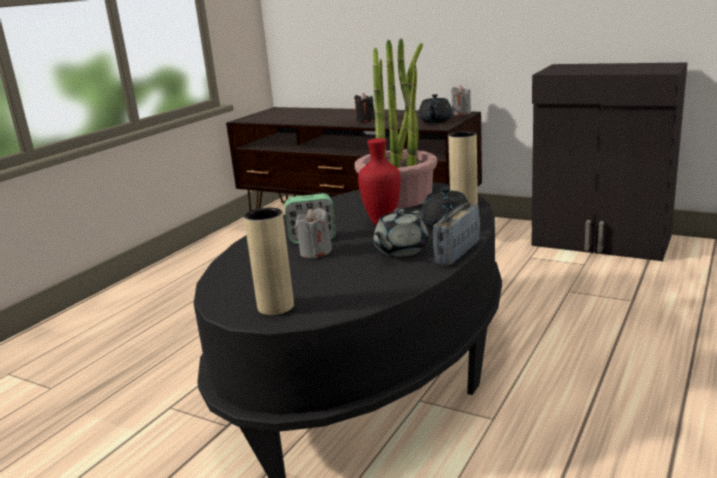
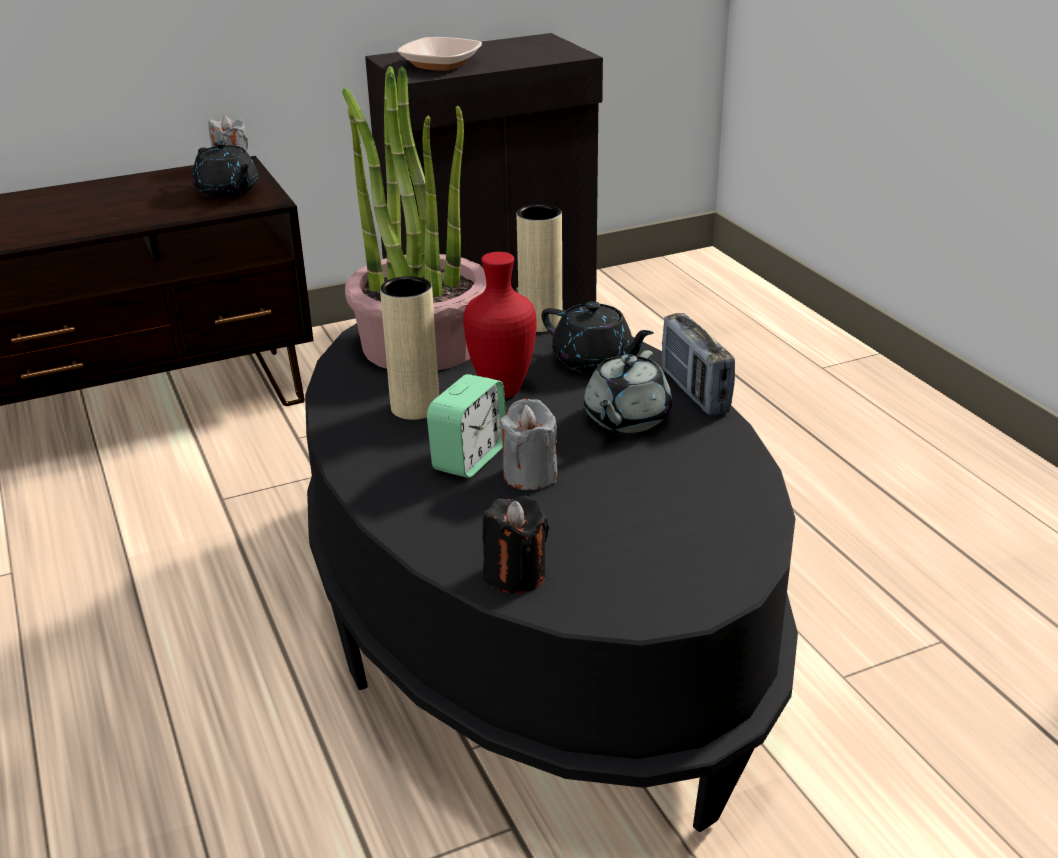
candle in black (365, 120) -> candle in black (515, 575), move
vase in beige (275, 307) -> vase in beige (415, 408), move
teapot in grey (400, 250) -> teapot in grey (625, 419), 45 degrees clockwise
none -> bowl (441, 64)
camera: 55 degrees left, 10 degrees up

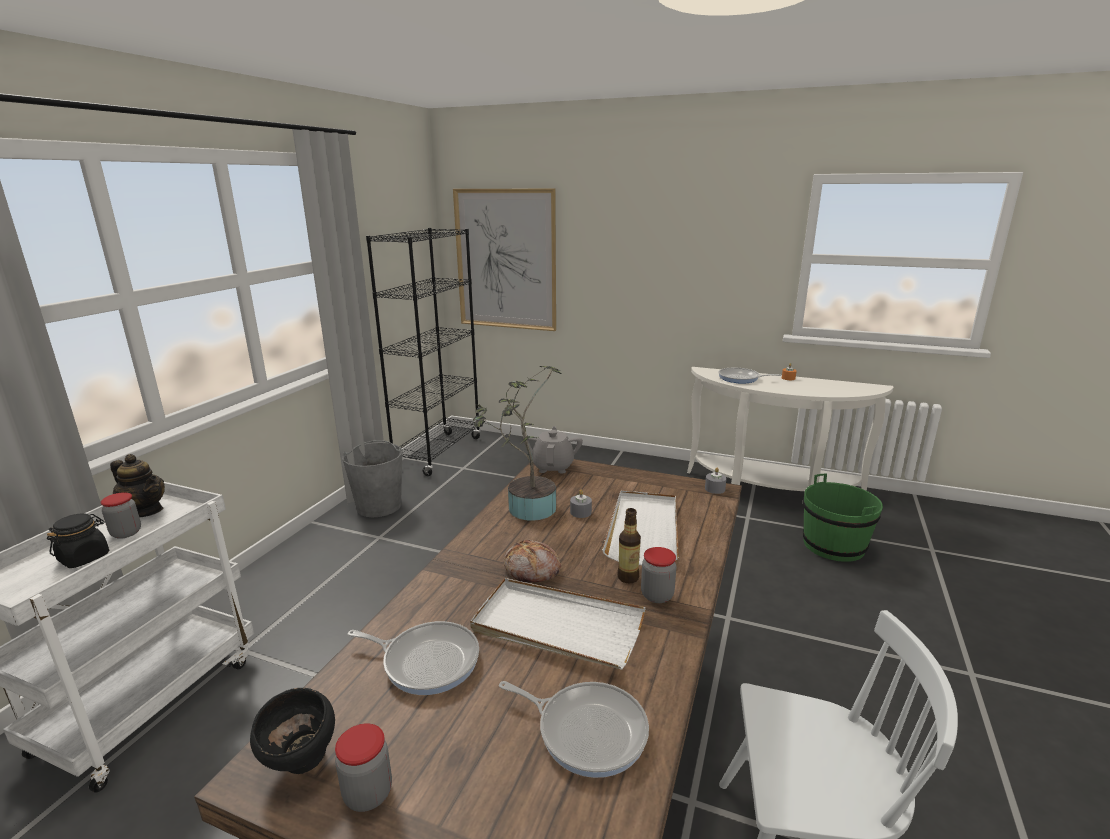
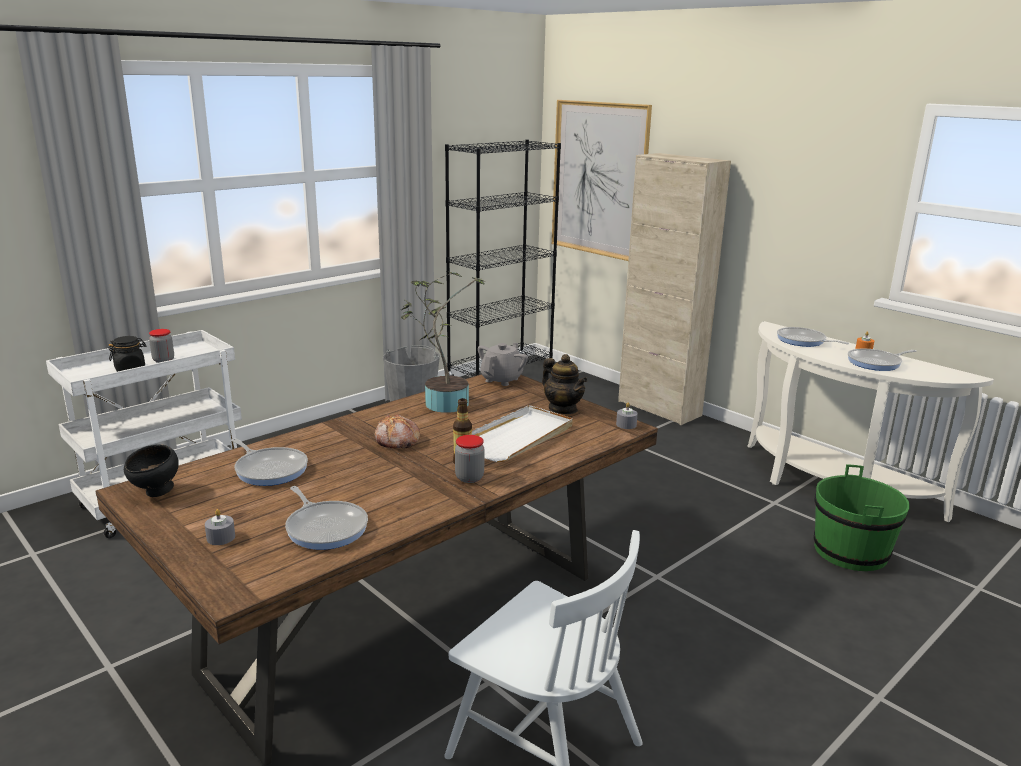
teapot (145, 511) -> teapot (563, 409), move
candle in grey (580, 512) -> candle in grey (221, 537), move
tray in white (557, 627) -> none
jar (368, 794) -> none
none -> cabinet in beige (659, 408)
none -> frying pan (876, 363)
camera: 25 degrees right, 0 degrees up

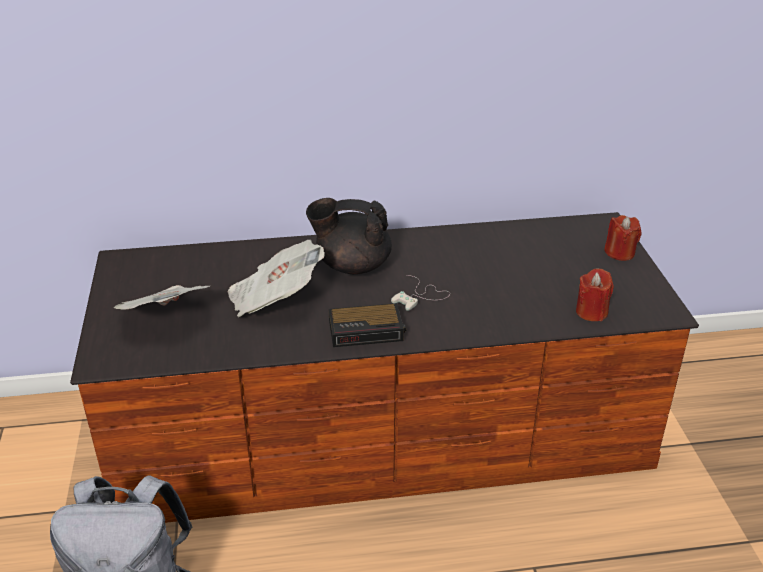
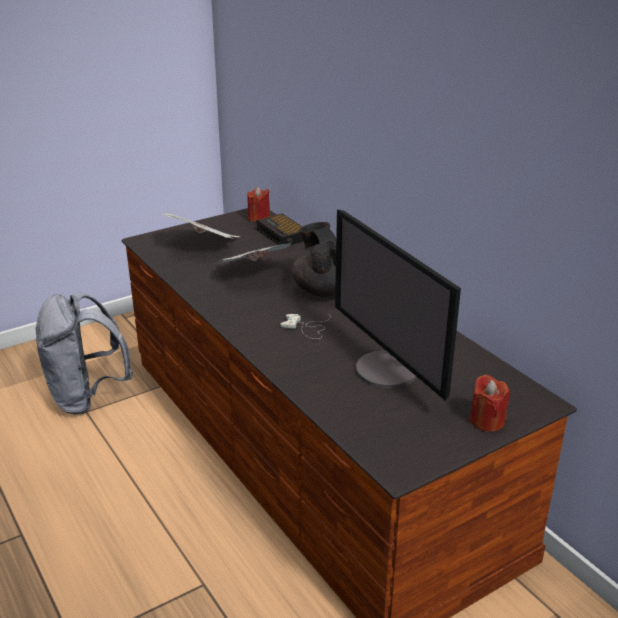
candle in red (591, 312) -> candle in red (259, 218), move
alarm clock (367, 330) -> alarm clock (282, 235), move
none -> monitor (389, 370)
camera: 65 degrees right, 5 degrees down

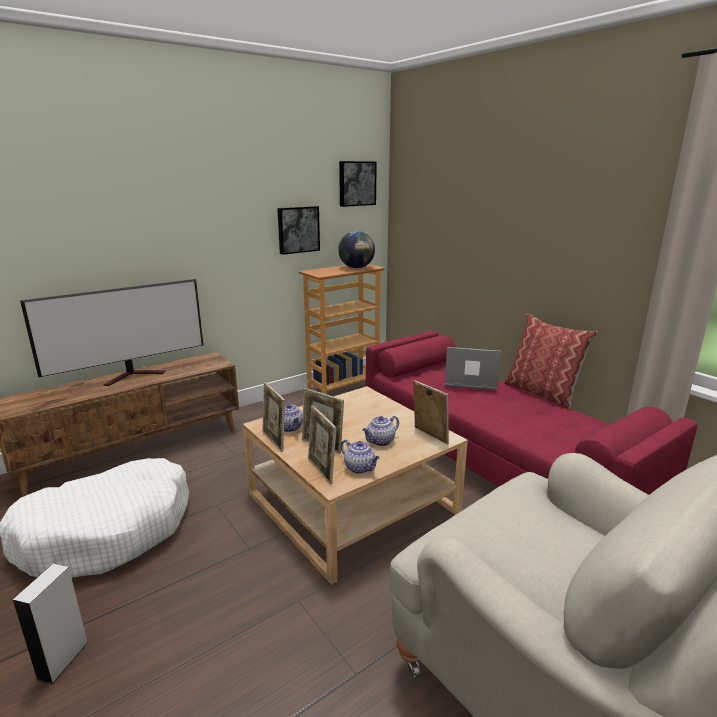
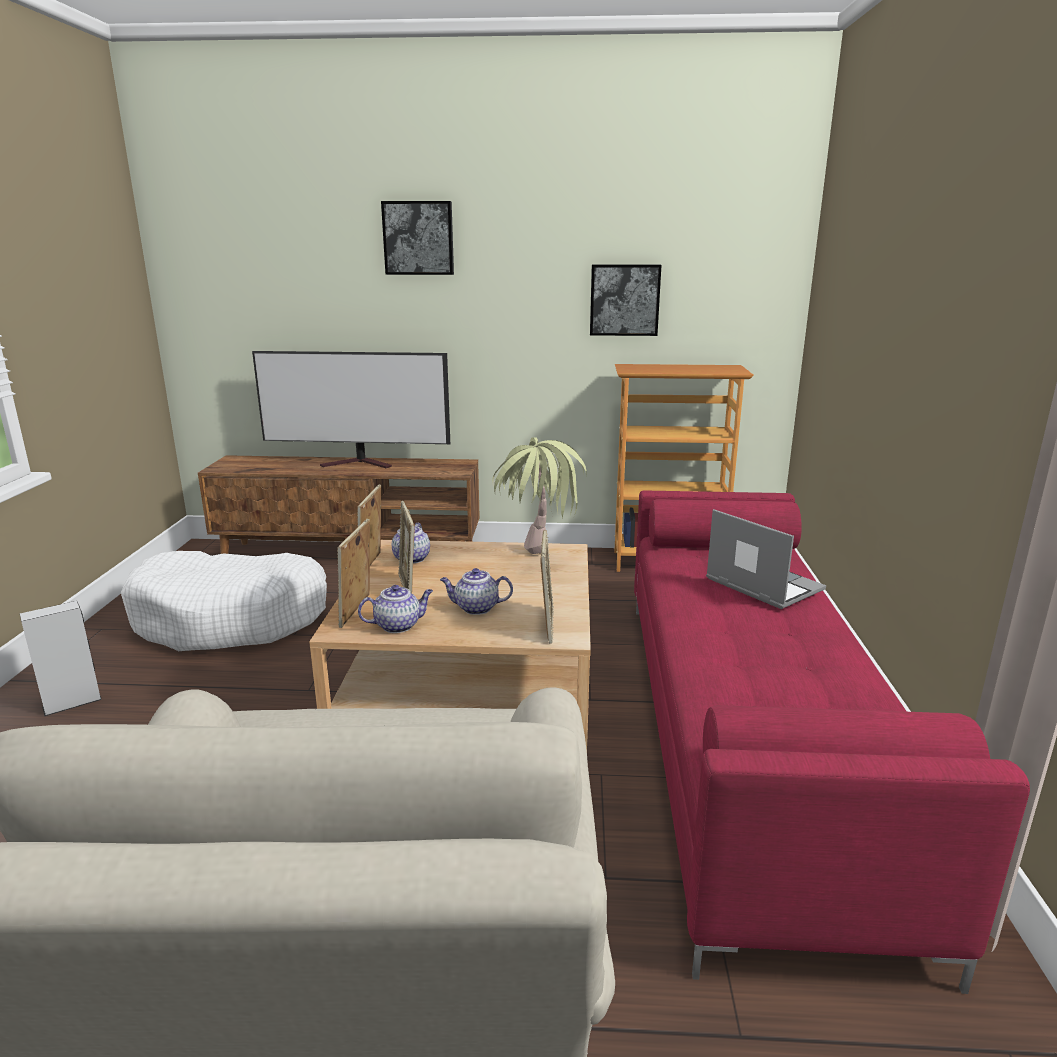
picture (356, 183) -> picture (418, 238), move
globe (356, 268) -> none
pillow (542, 393) -> none
teapot (360, 468) -> teapot (398, 625), 105 degrees counterclockwise
none -> potted plant (538, 563)
camera: 40 degrees right, 0 degrees up

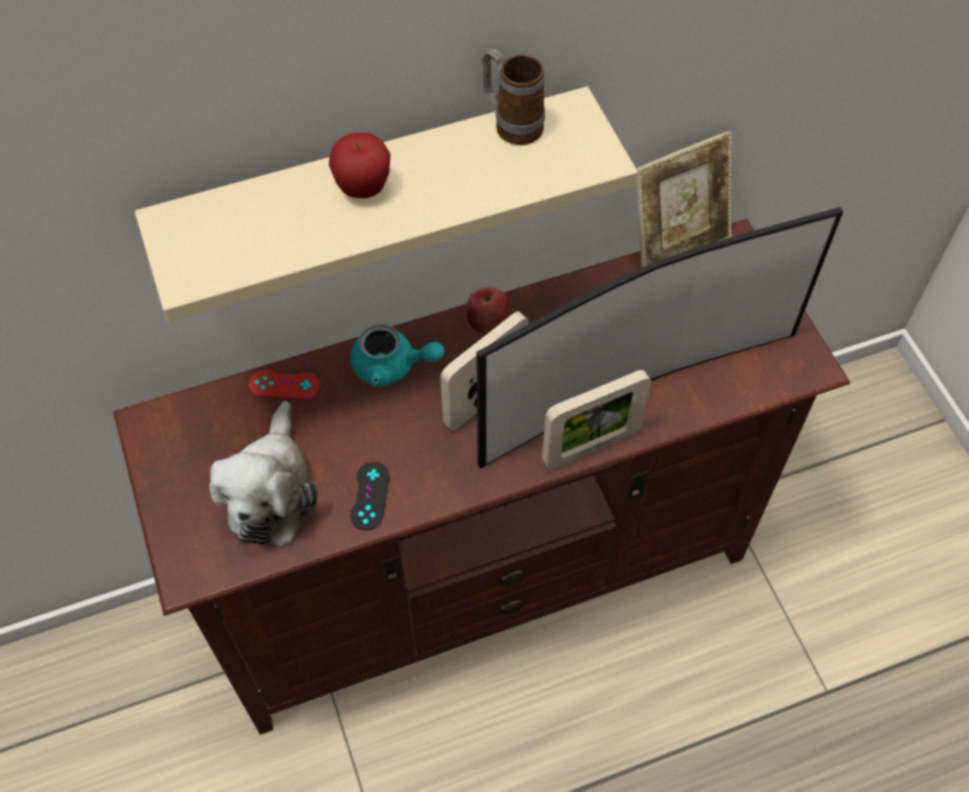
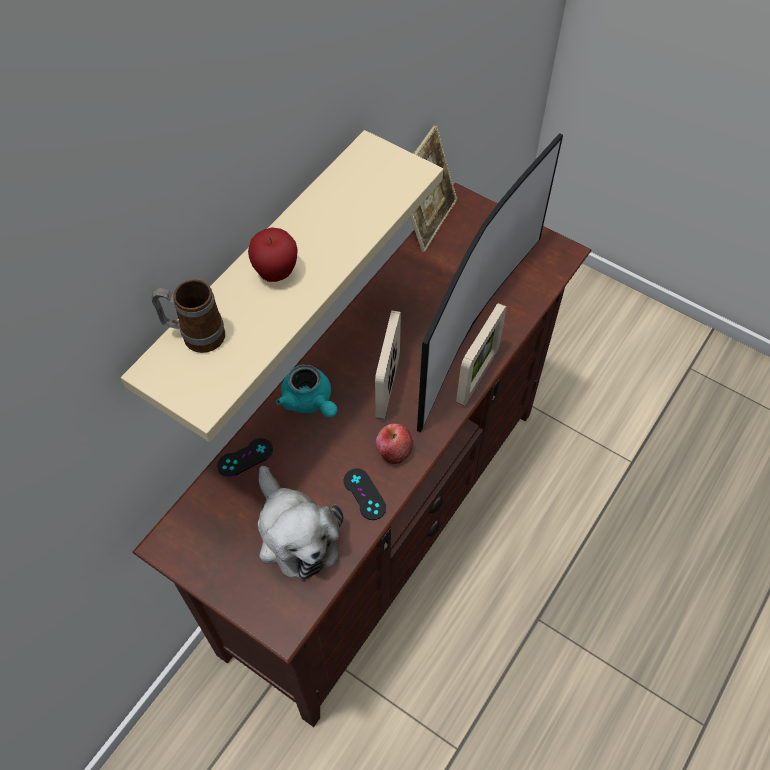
mug (511, 123) -> mug (195, 335), move
apple (487, 321) -> apple (394, 451), move
teapot in turquoise (392, 366) -> teapot in turquoise (309, 401), 75 degrees clockwise
game controller in red (284, 385) -> game controller in black (245, 457)
camera: 35 degrees left, 0 degrees up

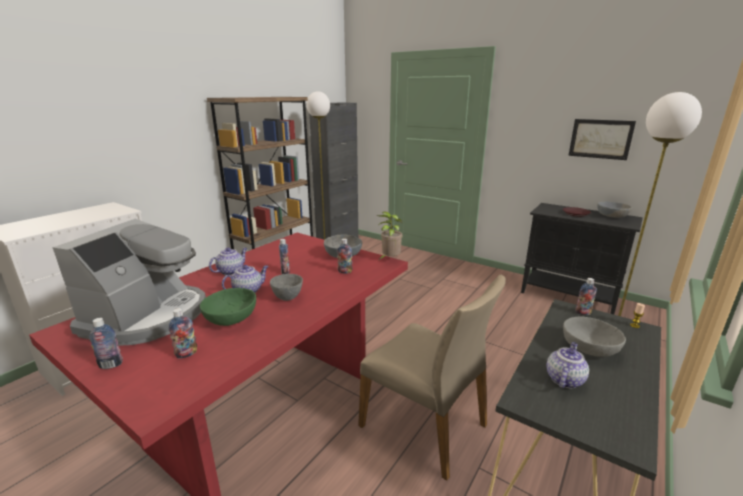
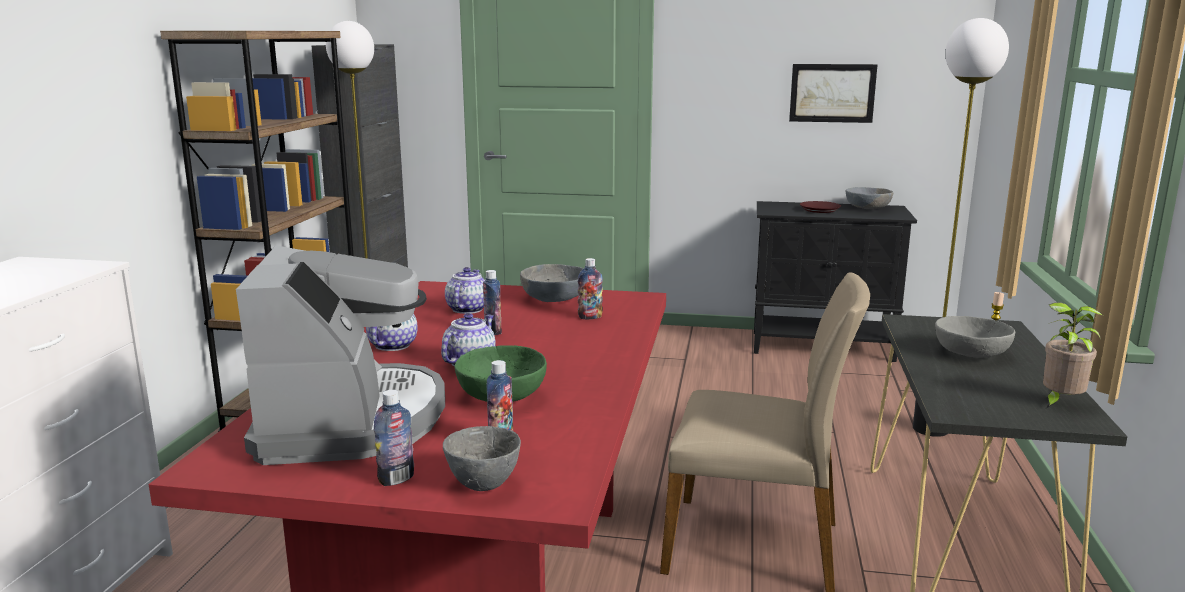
potted plant (389, 259) -> potted plant (1059, 403), move
bowl in grey (287, 298) -> bowl in grey (482, 485), move
bottle (583, 313) -> none
teapot (564, 379) -> teapot (467, 309), move
camera: 25 degrees left, 5 degrees down

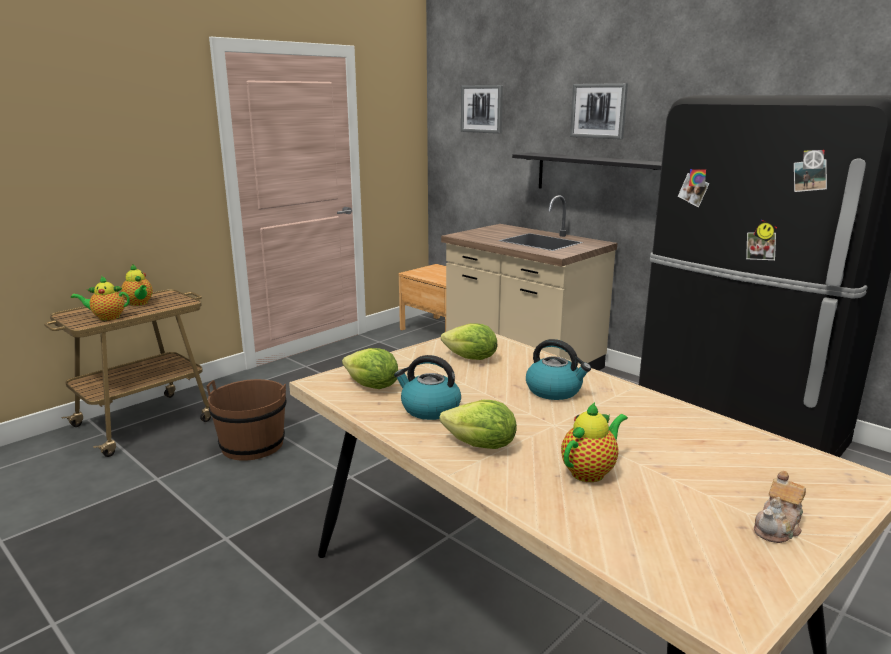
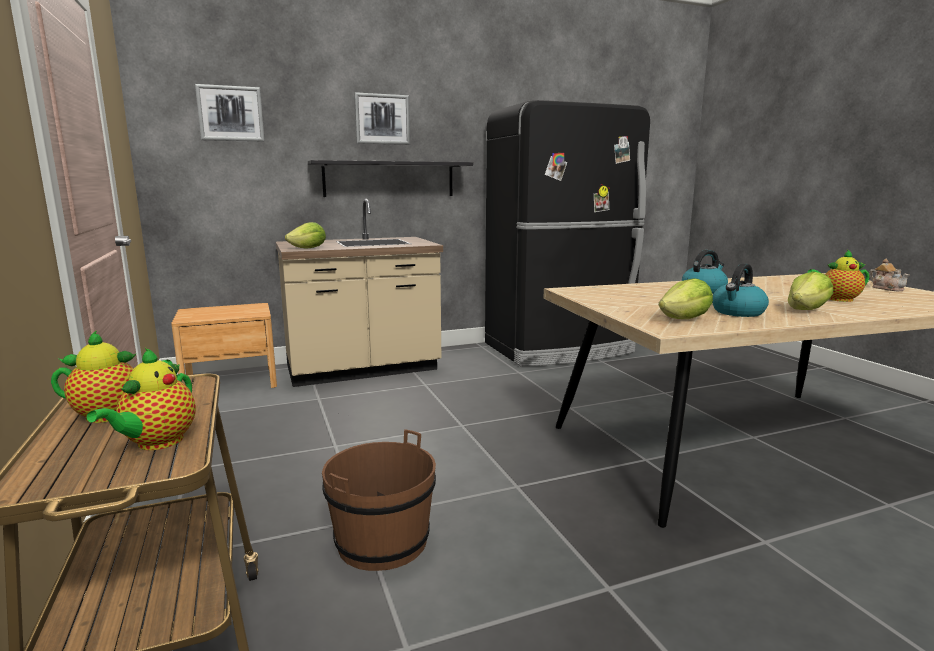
lettuce (471, 359) -> lettuce (308, 248), move
teapot (590, 471) -> teapot (837, 299), 75 degrees counterclockwise
camera: 65 degrees left, 5 degrees down

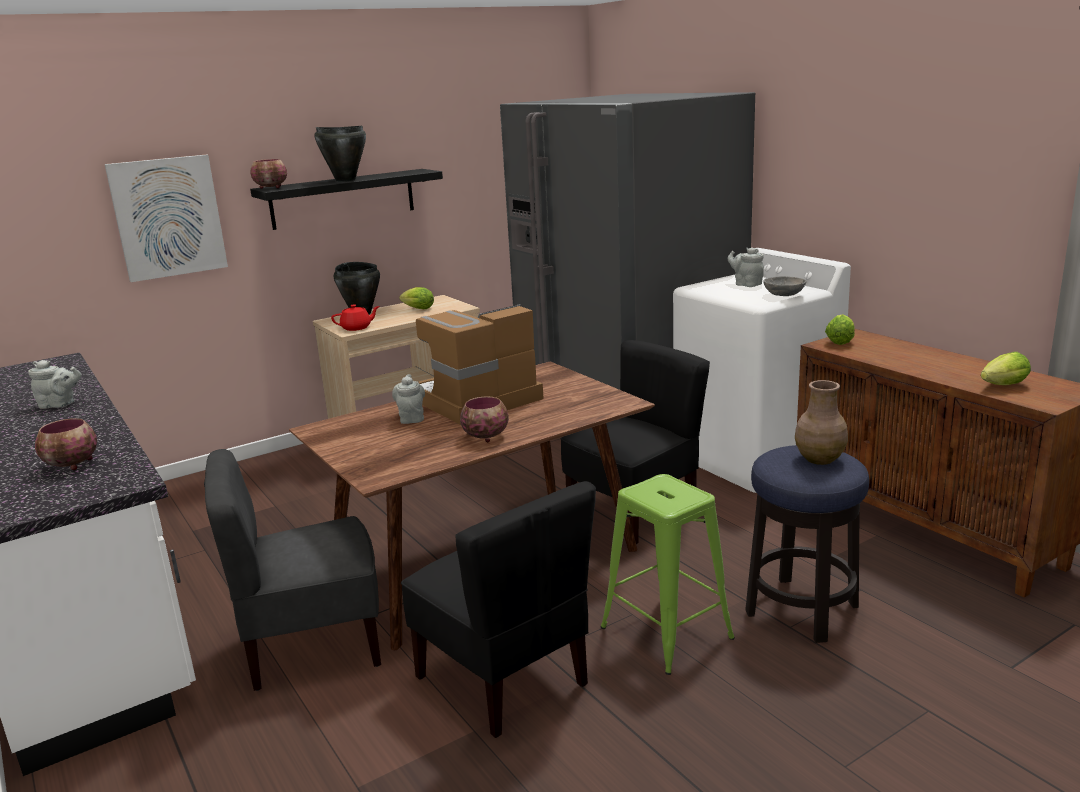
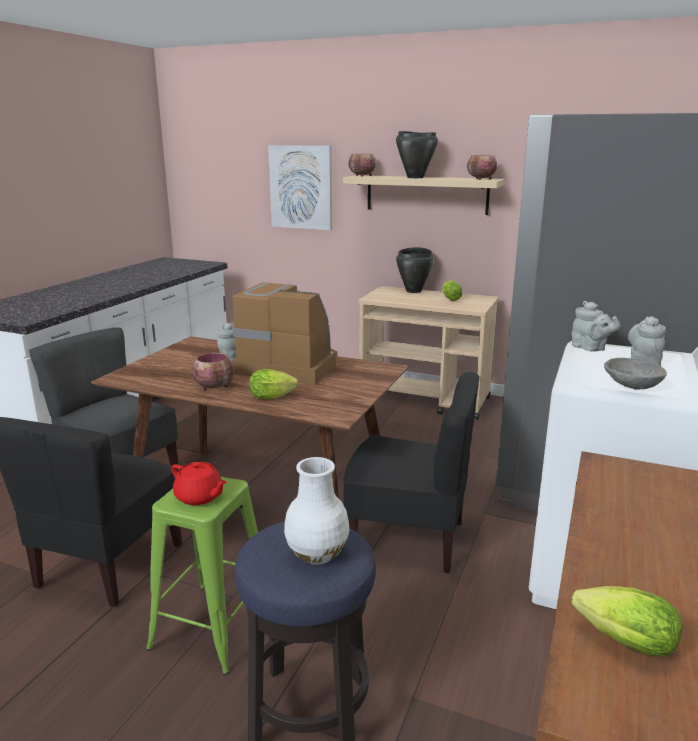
shelf in black (343, 198) -> shelf in beige (426, 194)
teapot in red (357, 328) -> teapot in red (199, 497), move
lettuce (840, 341) -> lettuce (274, 397), move
teapot in grey (59, 405) -> teapot in grey (590, 348), move
vase in brown (819, 459) -> vase in white (318, 554)
bowl (72, 465) -> bowl (481, 179), move
camera: 55 degrees right, 0 degrees up

